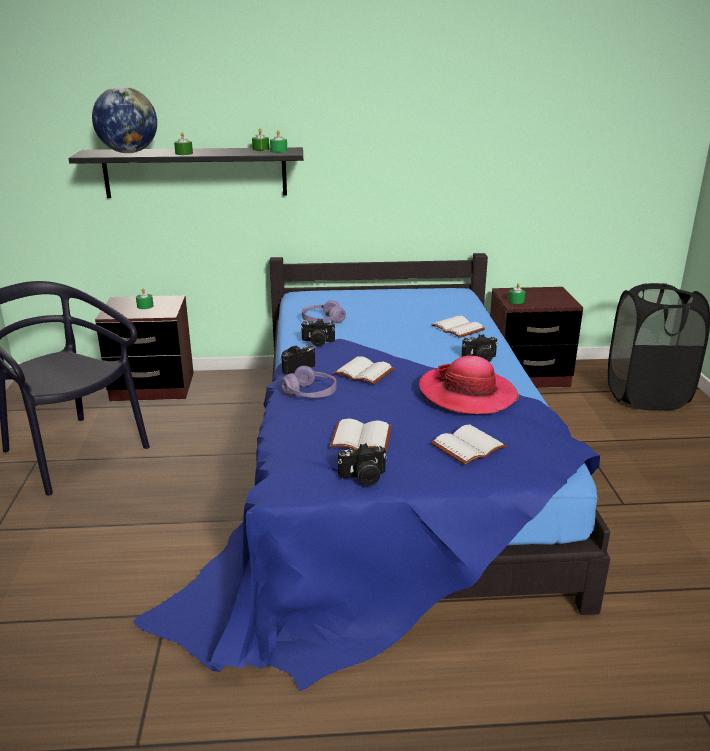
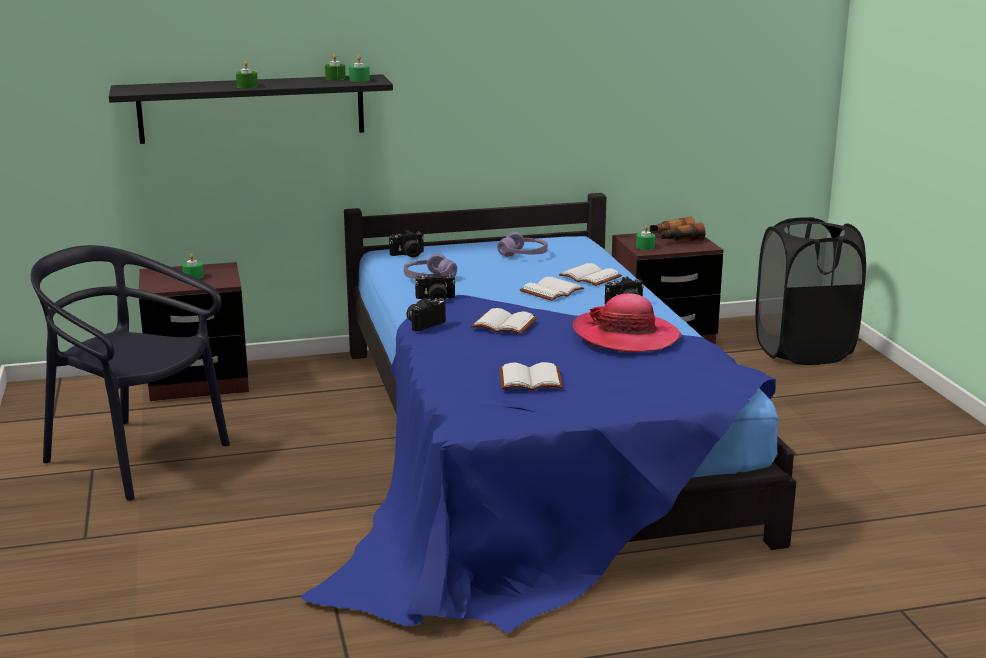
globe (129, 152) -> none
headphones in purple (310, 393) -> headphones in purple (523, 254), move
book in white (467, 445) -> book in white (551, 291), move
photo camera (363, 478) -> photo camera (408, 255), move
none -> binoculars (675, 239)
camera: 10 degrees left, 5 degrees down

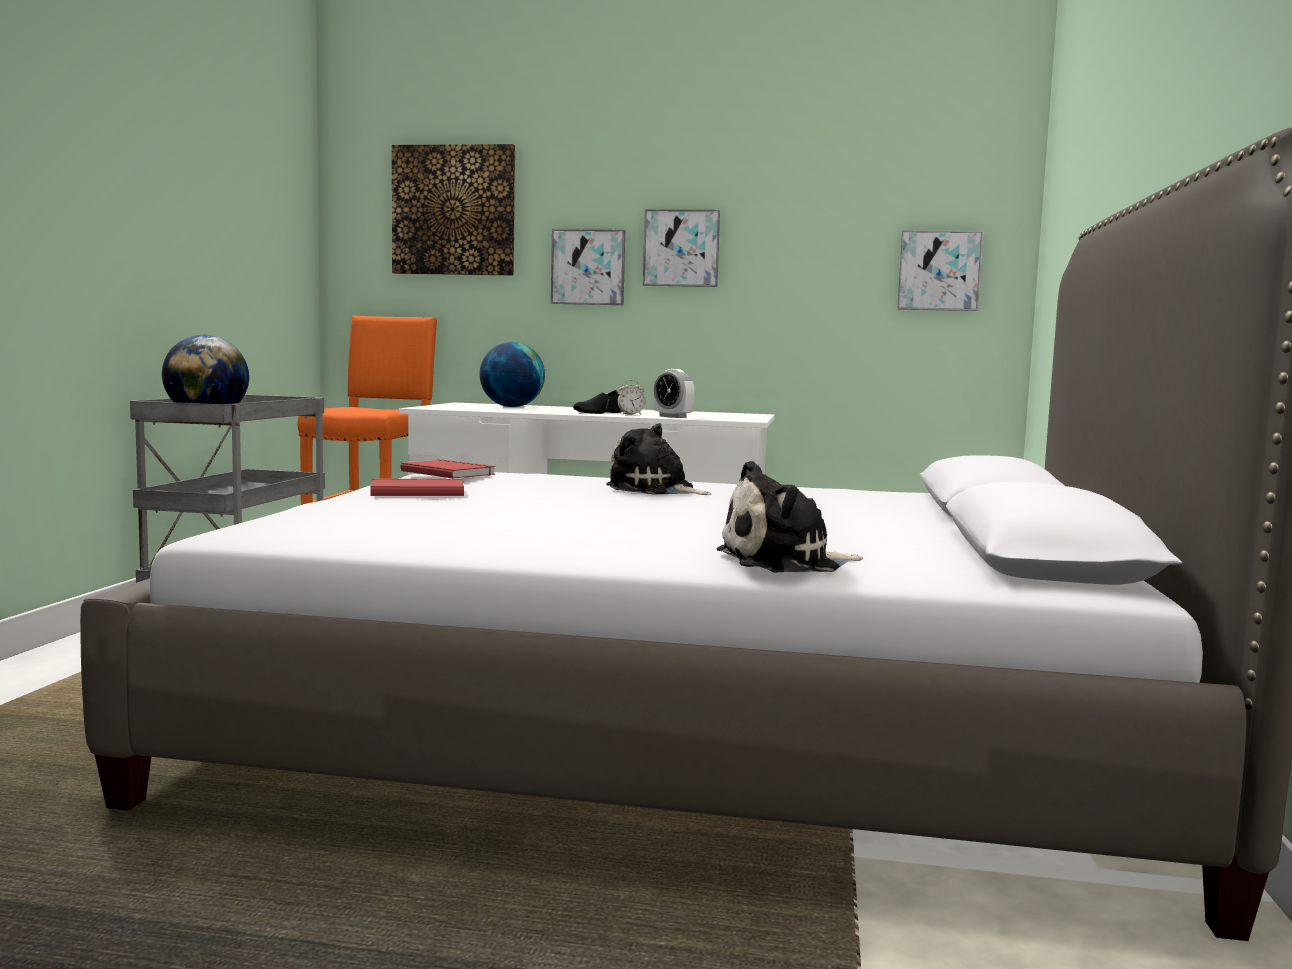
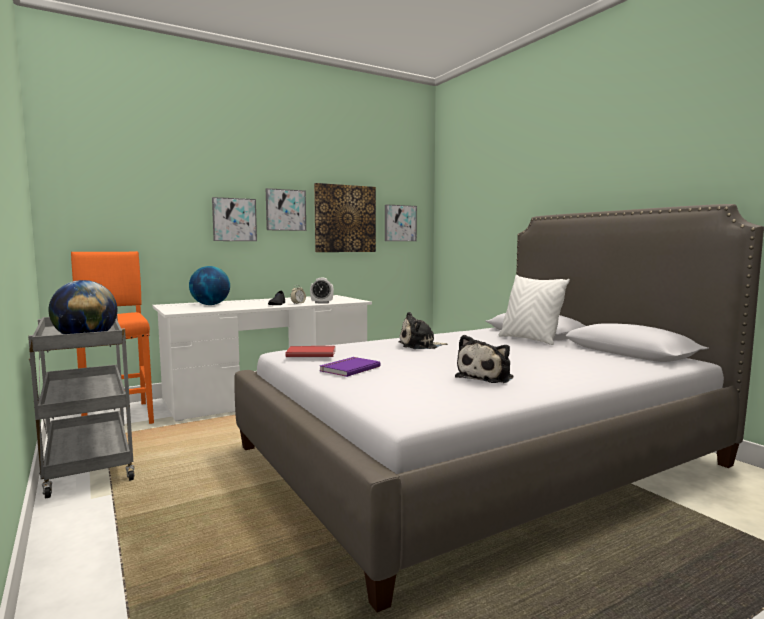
picture (454, 210) -> picture (345, 218), move
plush toy (785, 562) -> plush toy (486, 377), move
book in red (417, 491) -> book in purple (348, 368)
none -> pillow in white (530, 340)
camera: 40 degrees left, 0 degrees up

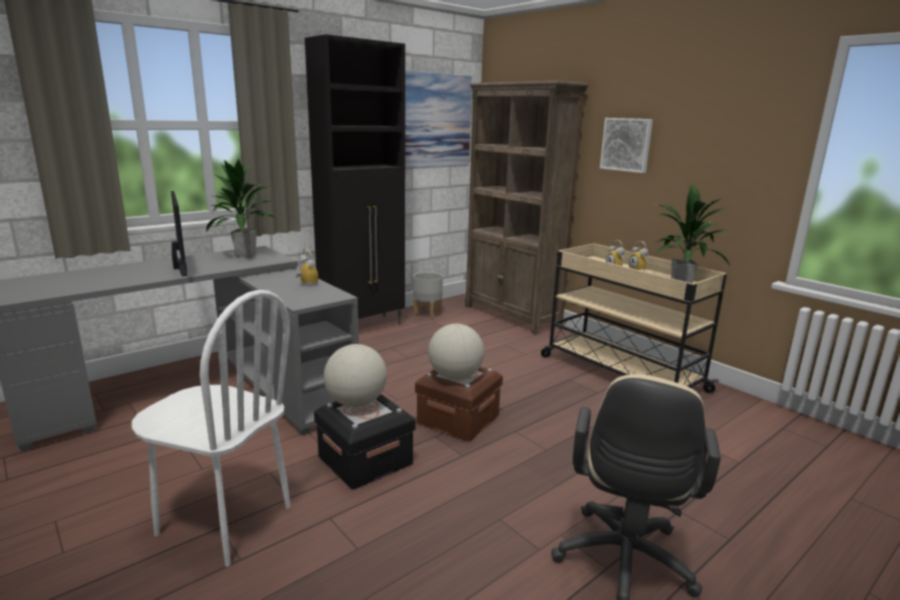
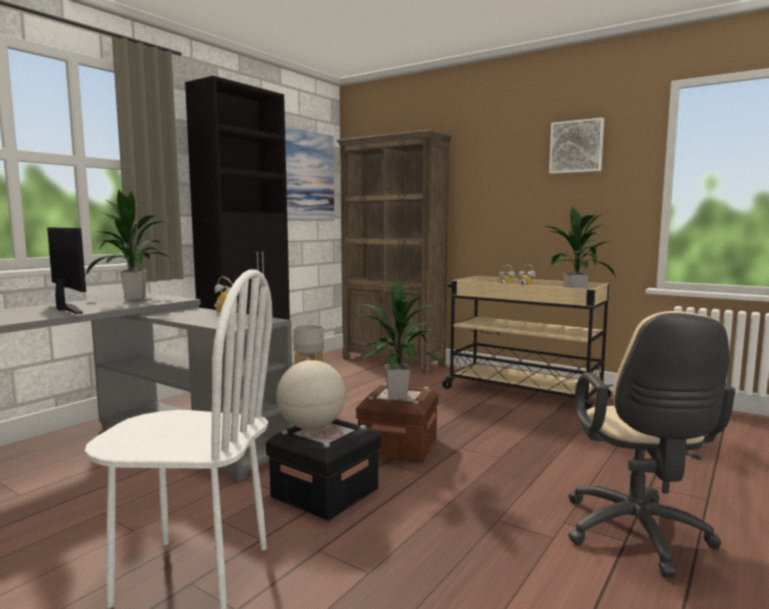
picture (626, 144) -> picture (576, 146), move
globe (455, 377) -> potted plant (396, 396)
camera: 15 degrees left, 10 degrees down

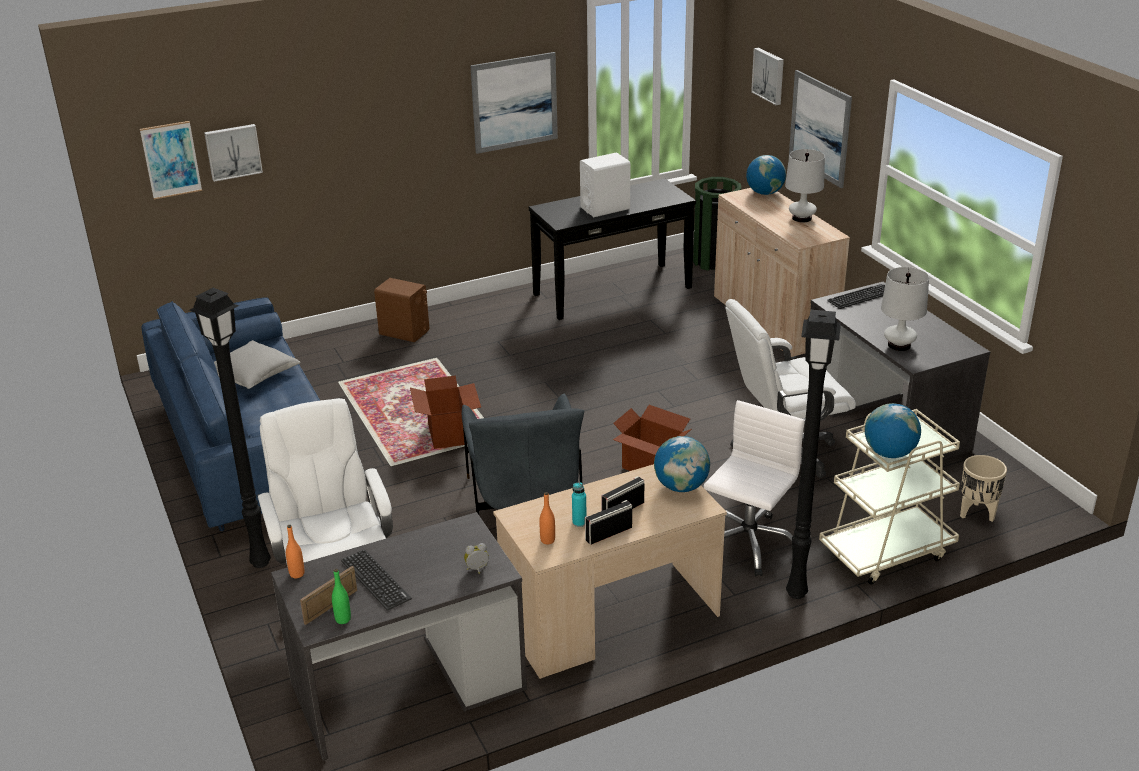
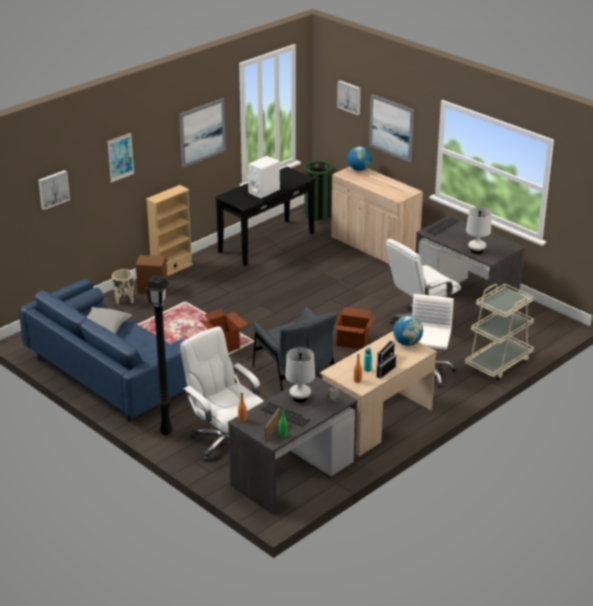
picture (171, 160) -> picture (120, 157), move
table lamp in white (802, 218) -> table lamp in white (300, 398), move
floor lamp in black (795, 594) -> none
globe (889, 453) -> none
planter in beige (976, 513) -> planter in beige (124, 300), move
none -> bookcase in beige (172, 269)
camera: 20 degrees left, 0 degrees up

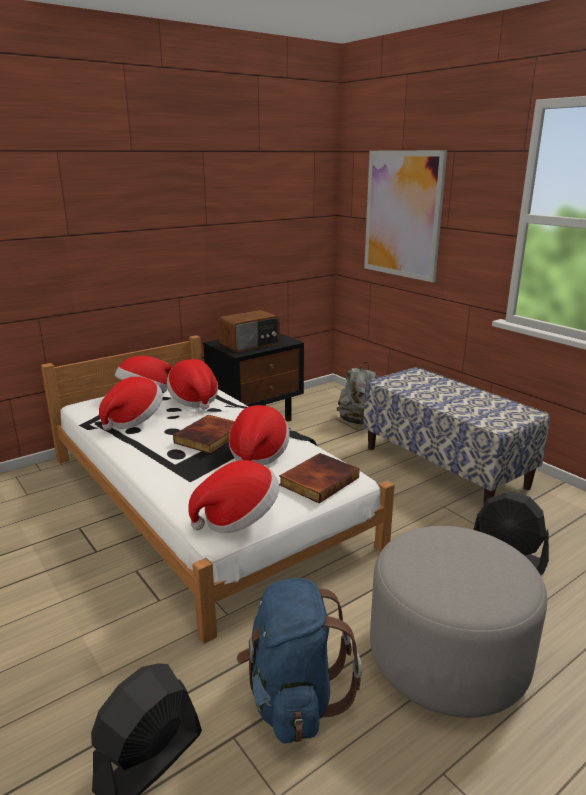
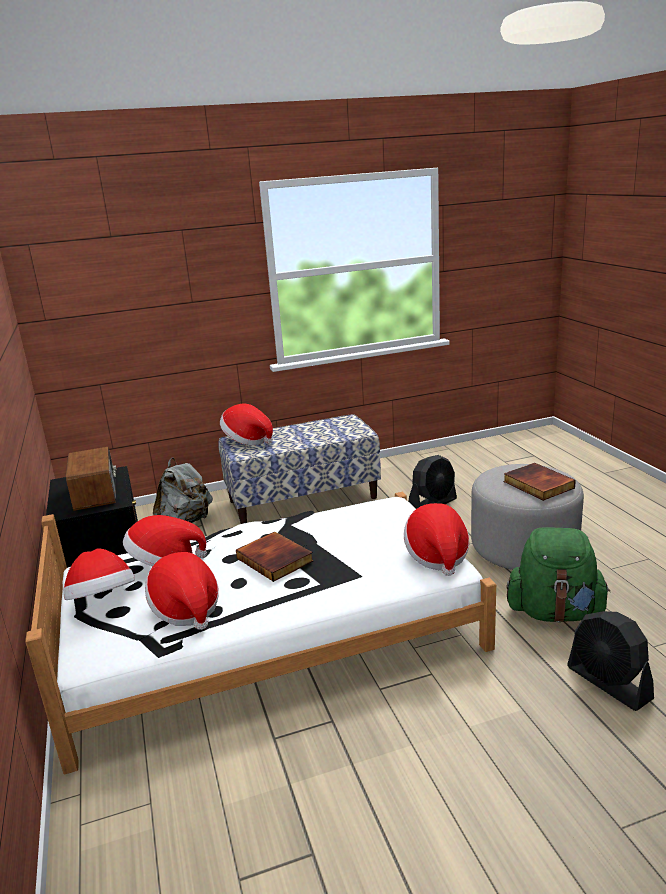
picture (403, 214) -> none
hat (258, 454) -> hat (247, 440), move
book (318, 480) -> book (537, 485), move
backpack in blue (293, 699) -> backpack in green (555, 612)
camera: 70 degrees left, 0 degrees up

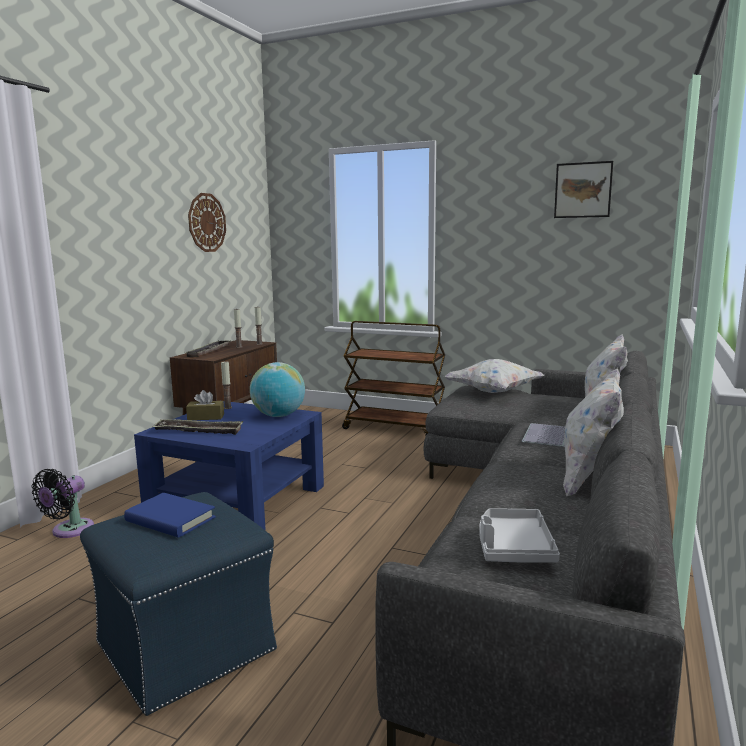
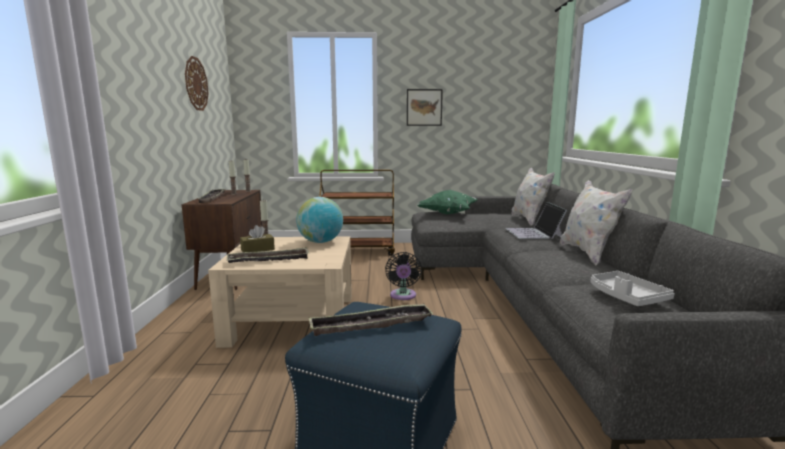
picture (583, 190) -> picture (424, 107), move
pillow in white (494, 392) -> pillow in green (448, 214)
coffee table in blue (238, 500) -> coffee table in beige (292, 319)
fan in black (69, 531) -> fan in black (403, 296), move
book in blue (170, 519) -> tray (371, 325)
camera: 25 degrees left, 0 degrees up

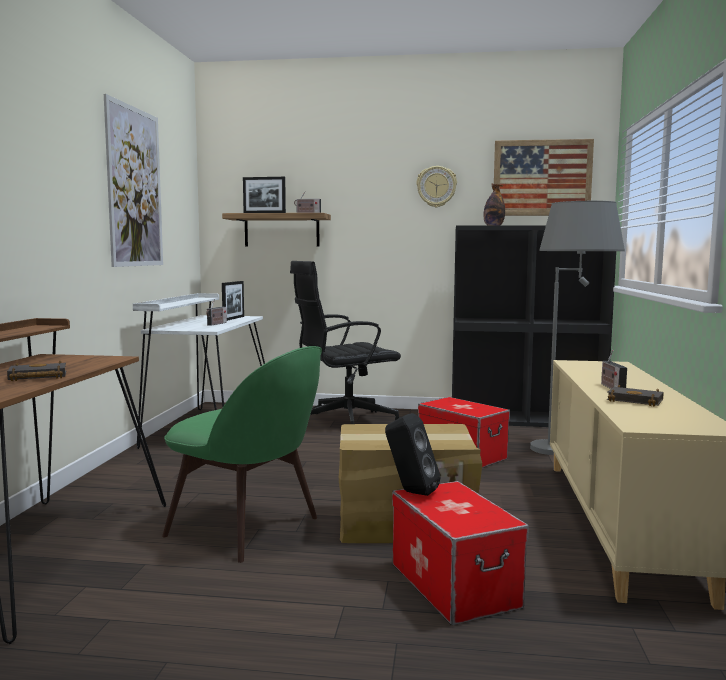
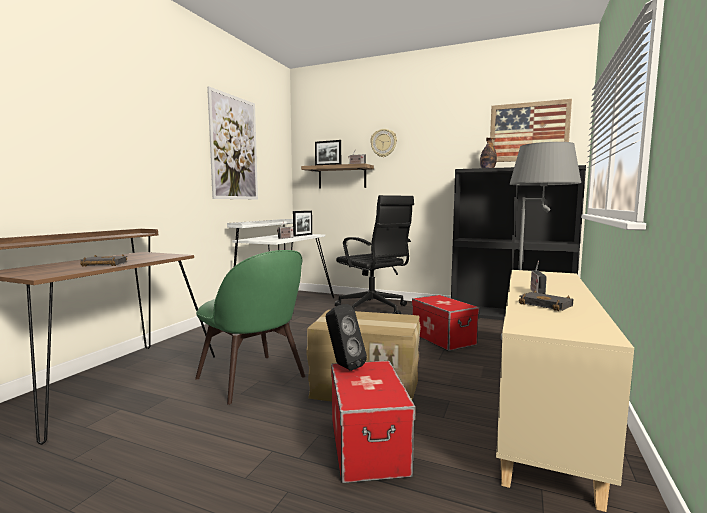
wall clock (436, 186) -> wall clock (383, 143), move
office chair in black (344, 423) -> office chair in black (373, 309), 120 degrees counterclockwise
camera: 15 degrees right, 0 degrees up

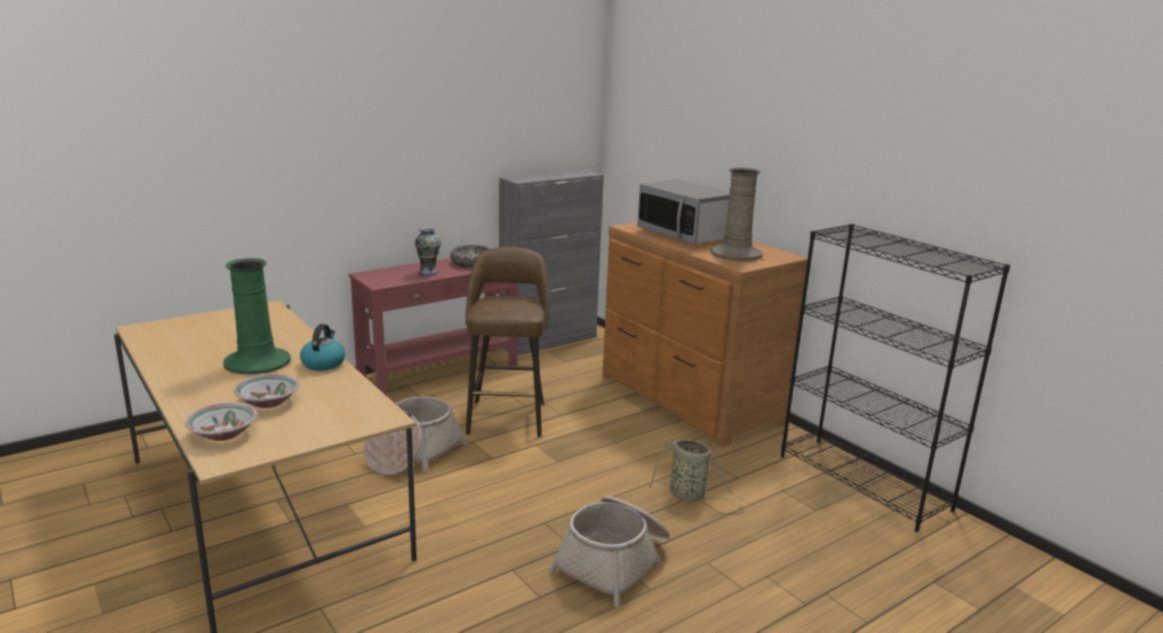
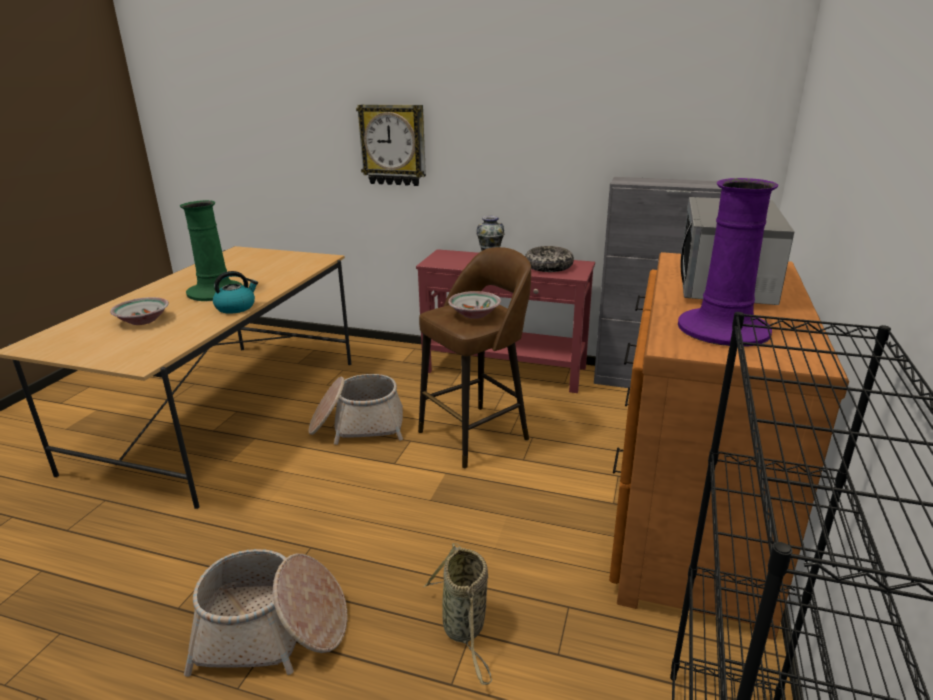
vase in beige (736, 254) -> vase in purple (724, 329)
bowl (223, 434) -> bowl (474, 314), move
none -> wall clock (393, 145)
camera: 55 degrees right, 5 degrees up

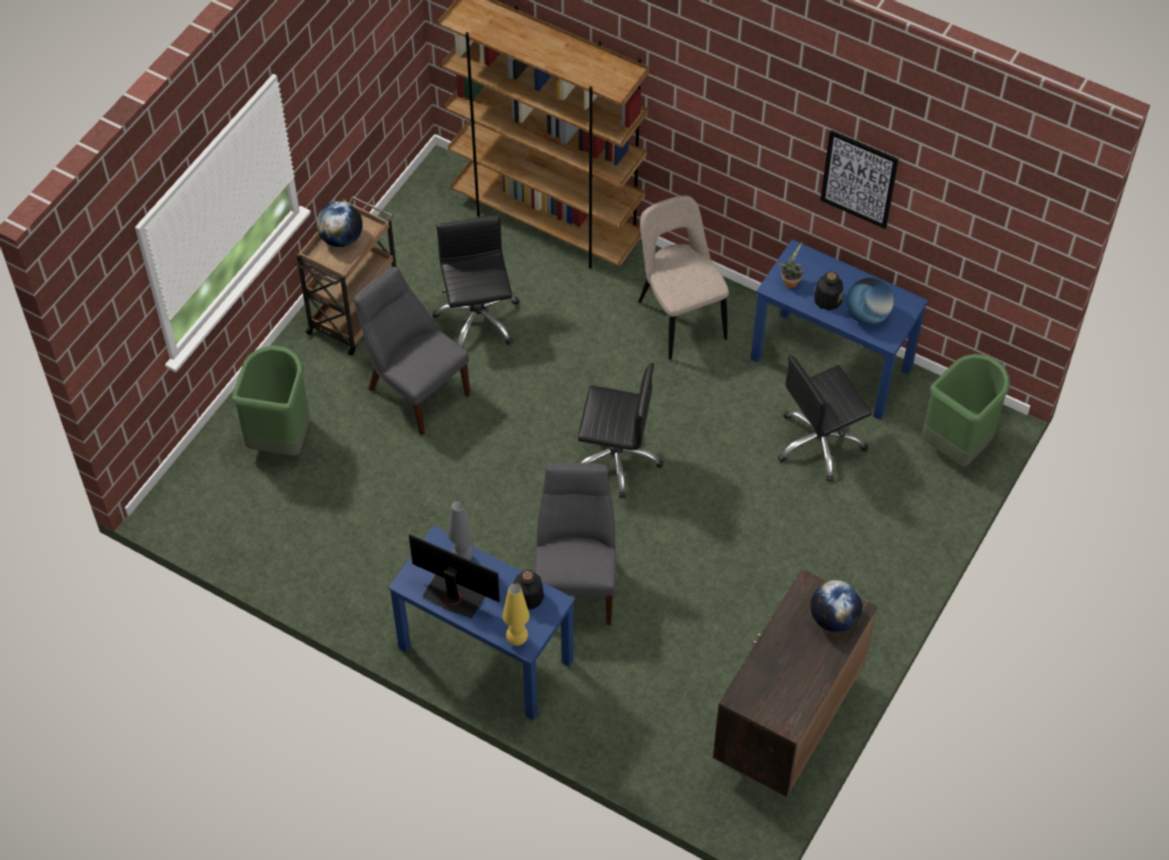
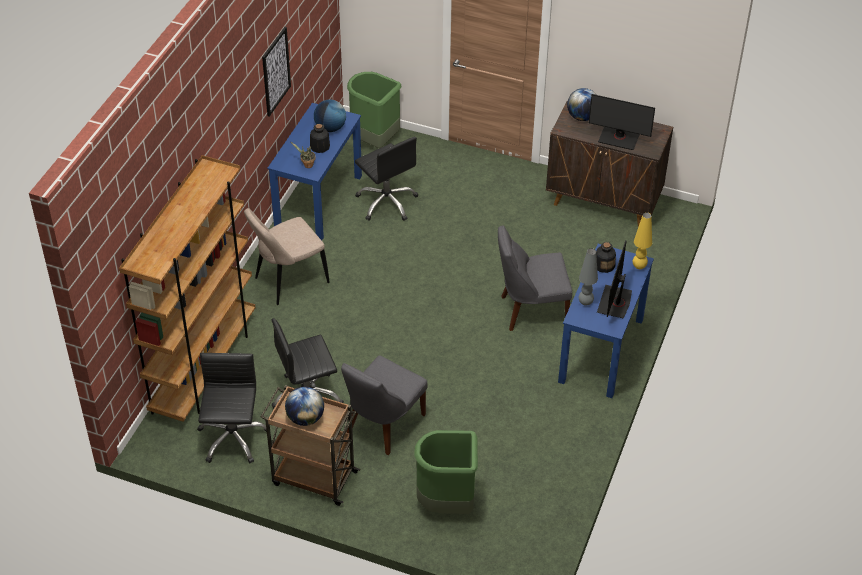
office chair in black (616, 458) -> office chair in black (232, 438), move
none -> monitor (619, 138)
camera: 100 degrees left, 10 degrees down

